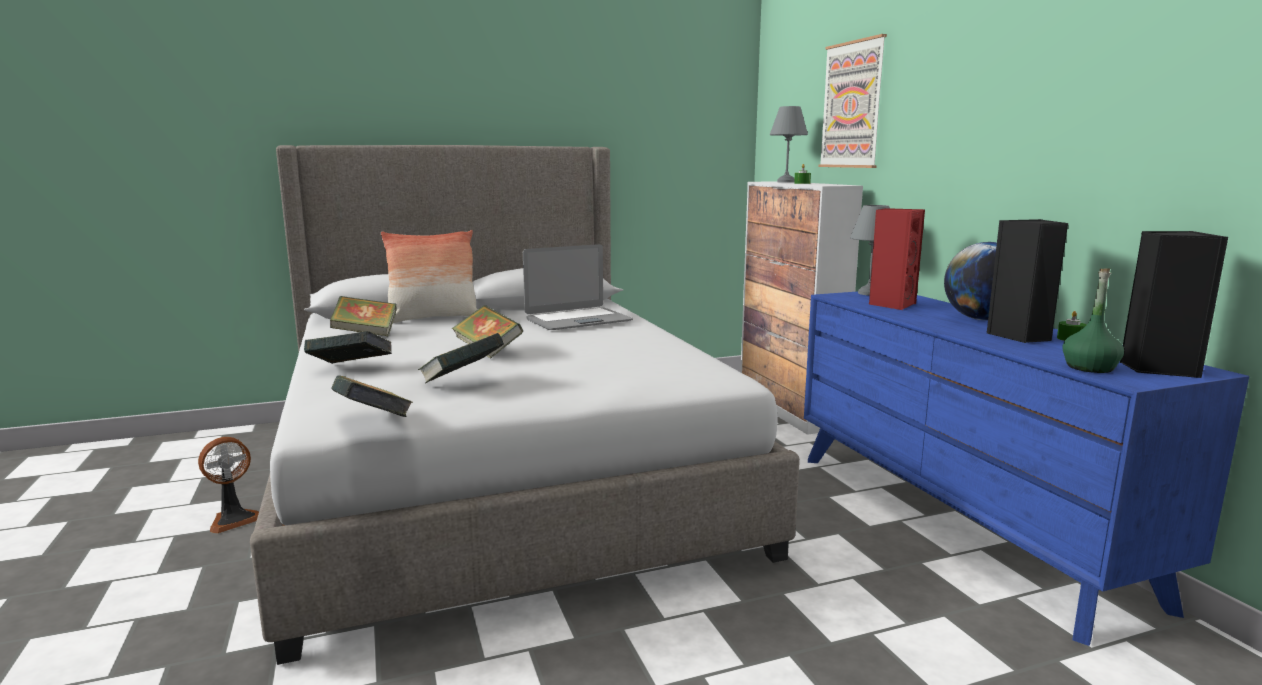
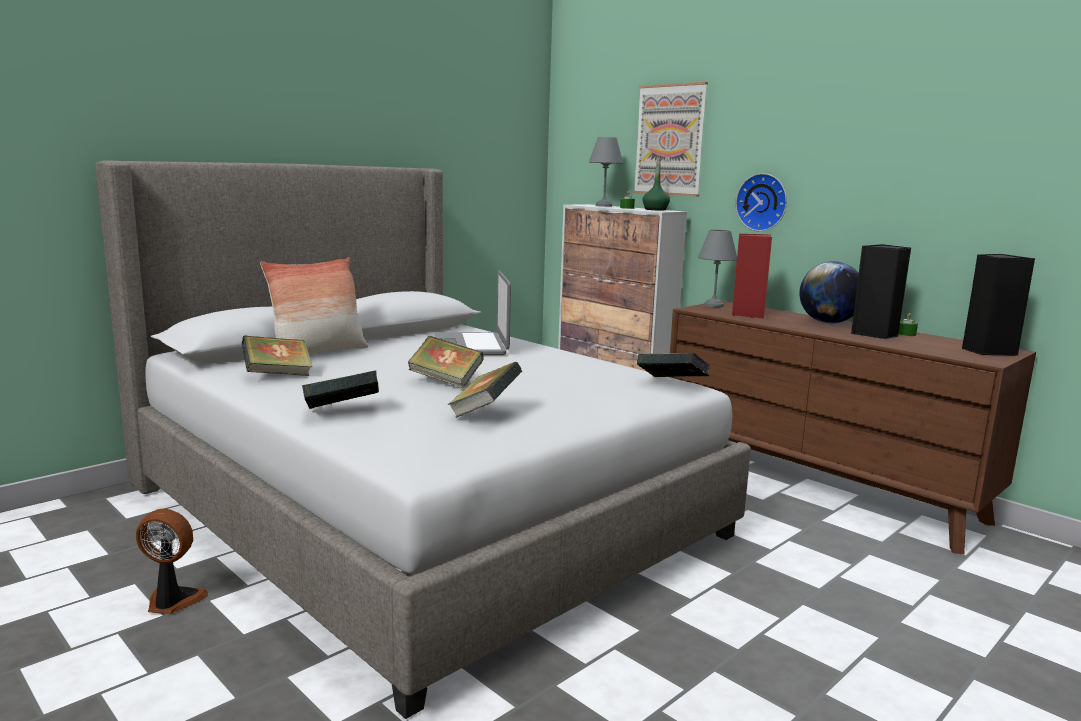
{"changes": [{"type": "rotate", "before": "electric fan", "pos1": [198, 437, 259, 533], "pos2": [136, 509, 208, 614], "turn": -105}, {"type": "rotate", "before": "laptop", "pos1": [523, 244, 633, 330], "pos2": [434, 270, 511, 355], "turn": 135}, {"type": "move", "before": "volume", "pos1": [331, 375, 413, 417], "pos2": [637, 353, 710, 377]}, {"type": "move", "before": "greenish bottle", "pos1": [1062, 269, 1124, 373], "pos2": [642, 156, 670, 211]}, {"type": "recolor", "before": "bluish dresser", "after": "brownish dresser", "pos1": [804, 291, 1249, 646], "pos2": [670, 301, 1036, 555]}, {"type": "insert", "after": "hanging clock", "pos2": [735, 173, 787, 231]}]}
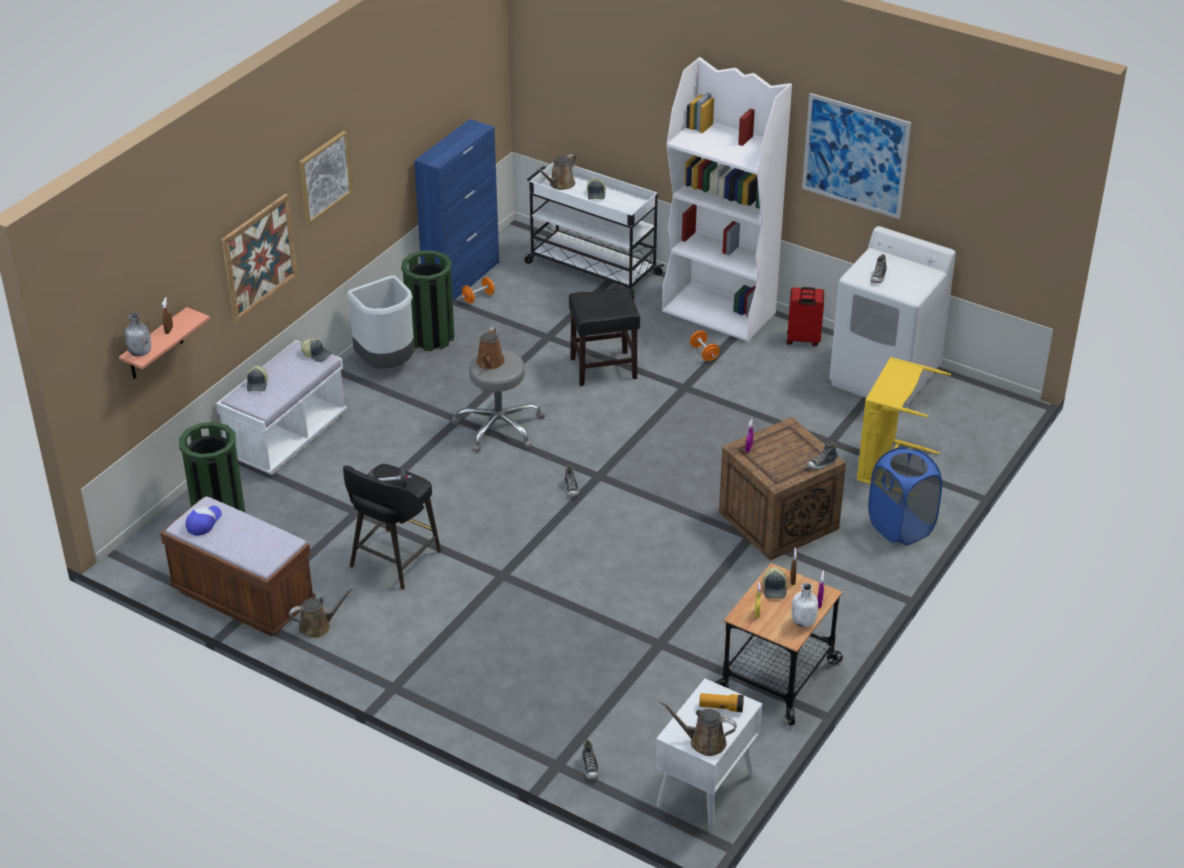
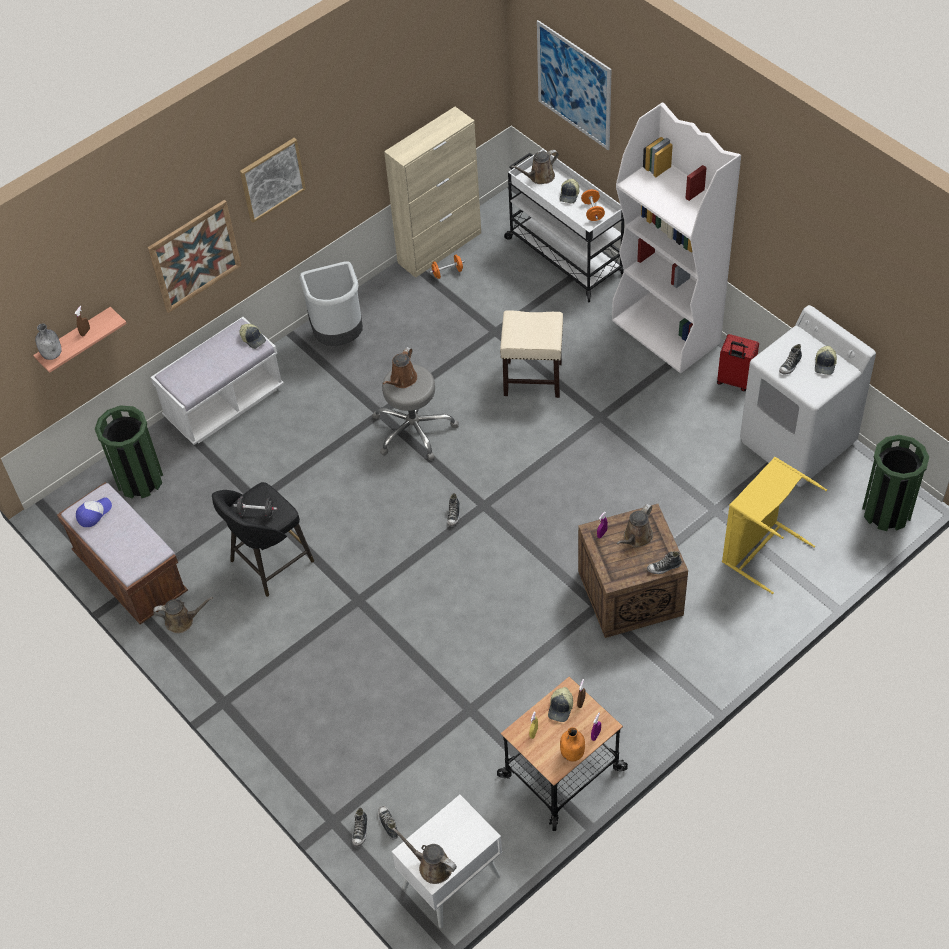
{"changes": [{"type": "insert", "after": "item of footwear", "pos2": [378, 806, 398, 839]}, {"type": "recolor", "before": "bluish cupboard", "after": "sand-coloured cupboard", "pos1": [414, 119, 499, 301], "pos2": [384, 107, 481, 278]}, {"type": "recolor", "before": "blackish stool seat", "after": "sand-coloured stool seat", "pos1": [569, 287, 640, 386], "pos2": [500, 310, 563, 398]}, {"type": "move", "before": "wall art", "pos1": [802, 93, 911, 219], "pos2": [537, 20, 611, 150]}, {"type": "recolor", "before": "whitish bottle", "after": "orange-coloured bottle", "pos1": [791, 583, 818, 627], "pos2": [560, 727, 585, 761]}, {"type": "move", "before": "orange-coloured dumbbell", "pos1": [690, 330, 720, 361], "pos2": [581, 189, 605, 221]}, {"type": "insert", "after": "brownish sprinkling can", "pos2": [616, 504, 653, 547]}, {"type": "move", "before": "baseball cap", "pos1": [247, 366, 268, 392], "pos2": [815, 346, 837, 375]}, {"type": "move", "before": "greenish trash can", "pos1": [401, 251, 454, 351], "pos2": [862, 435, 929, 531]}, {"type": "delete", "before": "torch", "pos1": [699, 693, 744, 712]}, {"type": "delete", "before": "bluish washing basket", "pos1": [868, 447, 942, 545]}]}
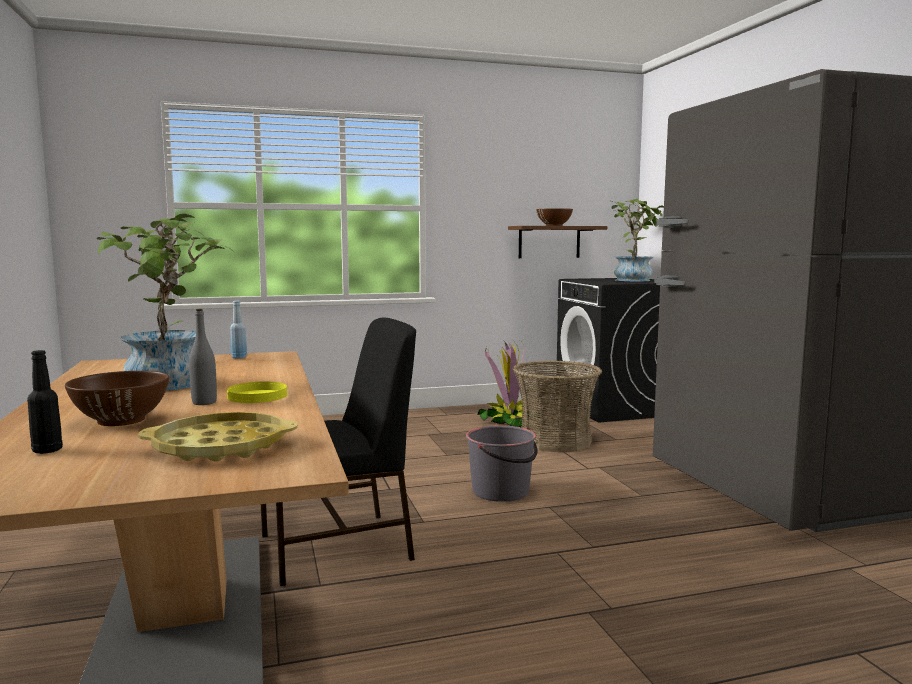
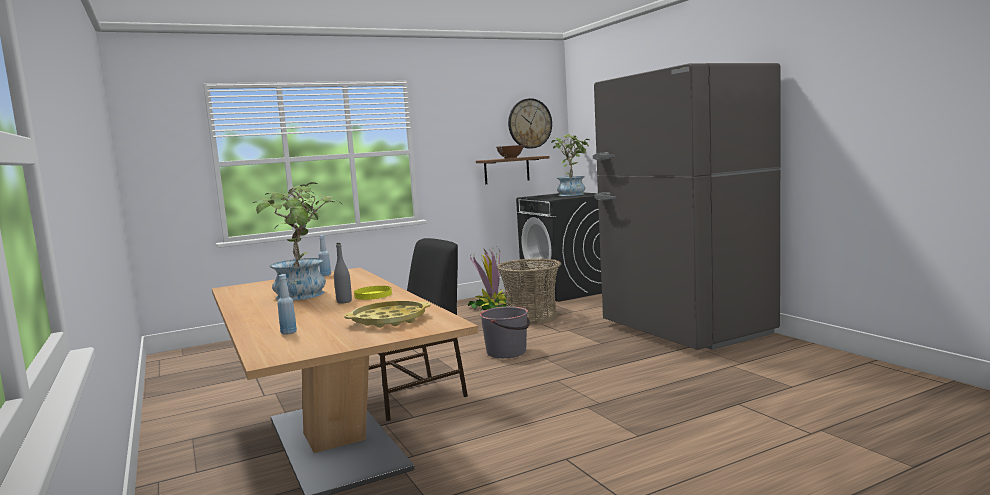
{"changes": [{"type": "recolor", "before": "blackish bottle", "after": "bluish bottle", "pos1": [27, 350, 63, 454], "pos2": [277, 274, 297, 335]}, {"type": "insert", "after": "hanging clock", "pos2": [508, 98, 552, 149]}, {"type": "delete", "before": "brownish deep dish", "pos1": [65, 371, 169, 426]}]}
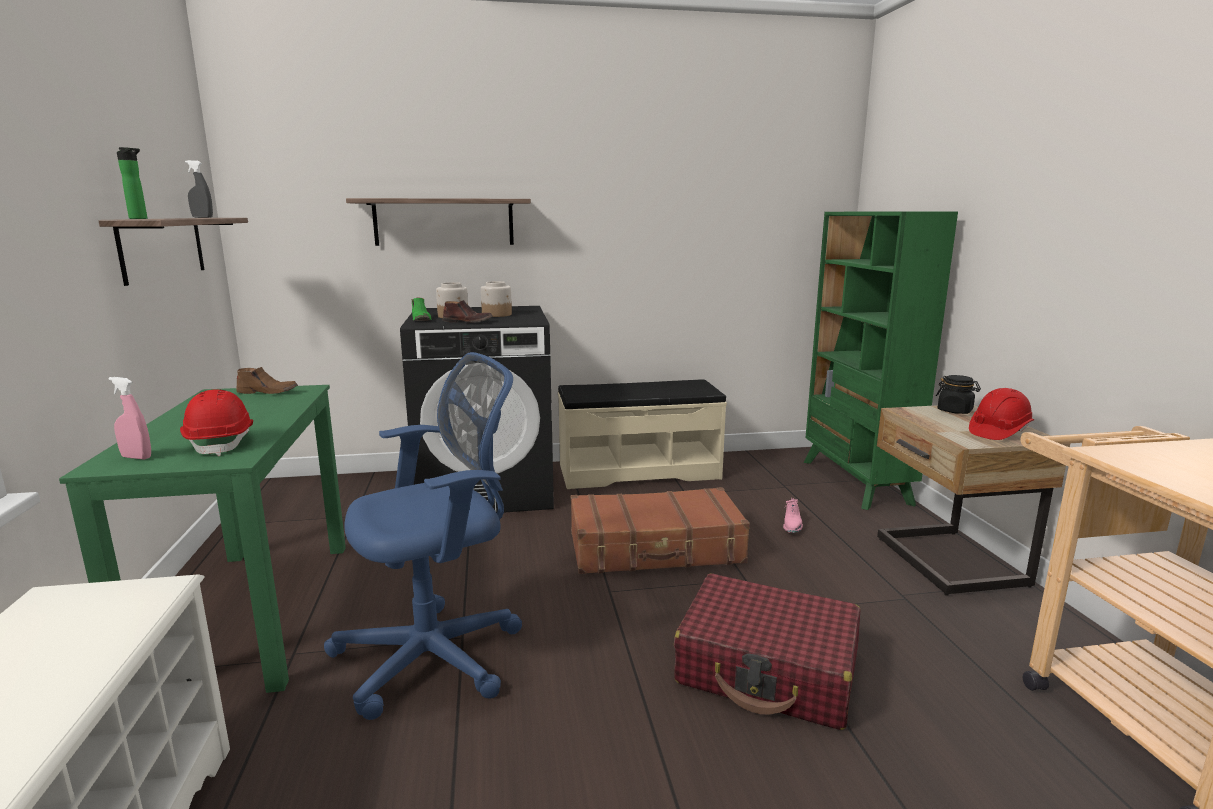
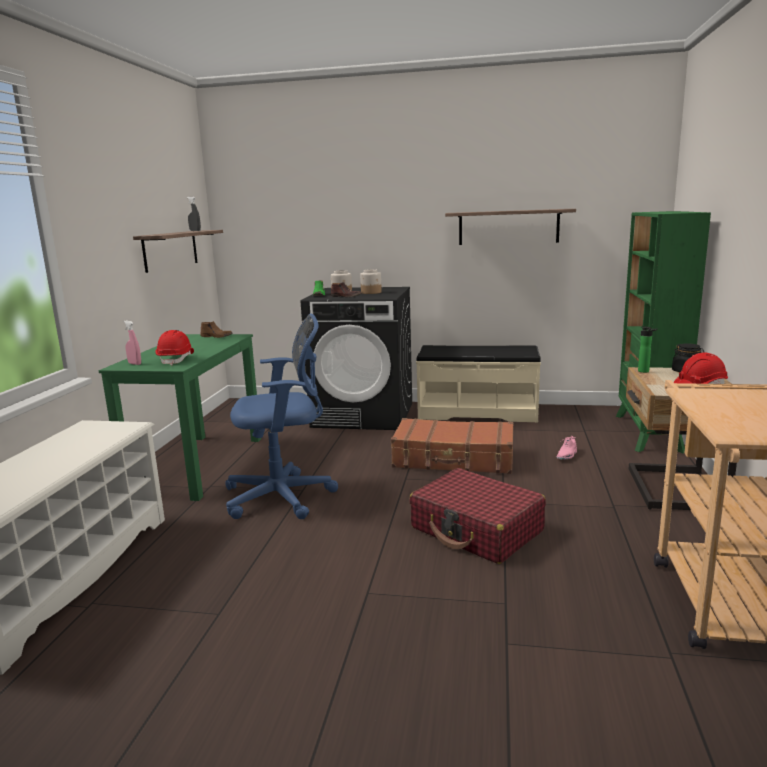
{"changes": [{"type": "move", "before": "bracket shelf", "pos1": [346, 198, 531, 246], "pos2": [445, 209, 576, 245]}, {"type": "move", "before": "bottle", "pos1": [117, 147, 147, 219], "pos2": [638, 327, 658, 373]}]}
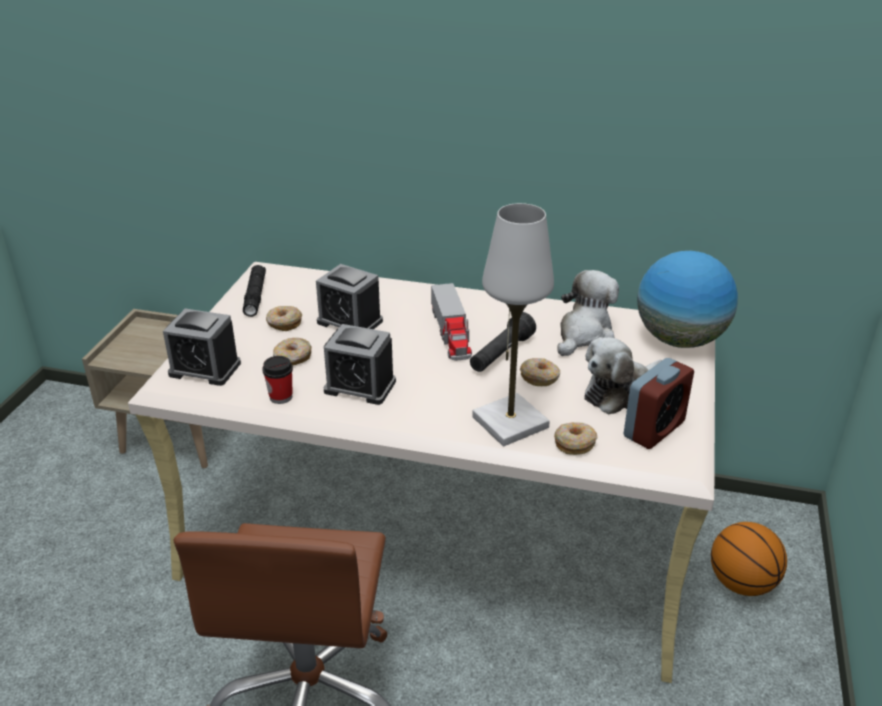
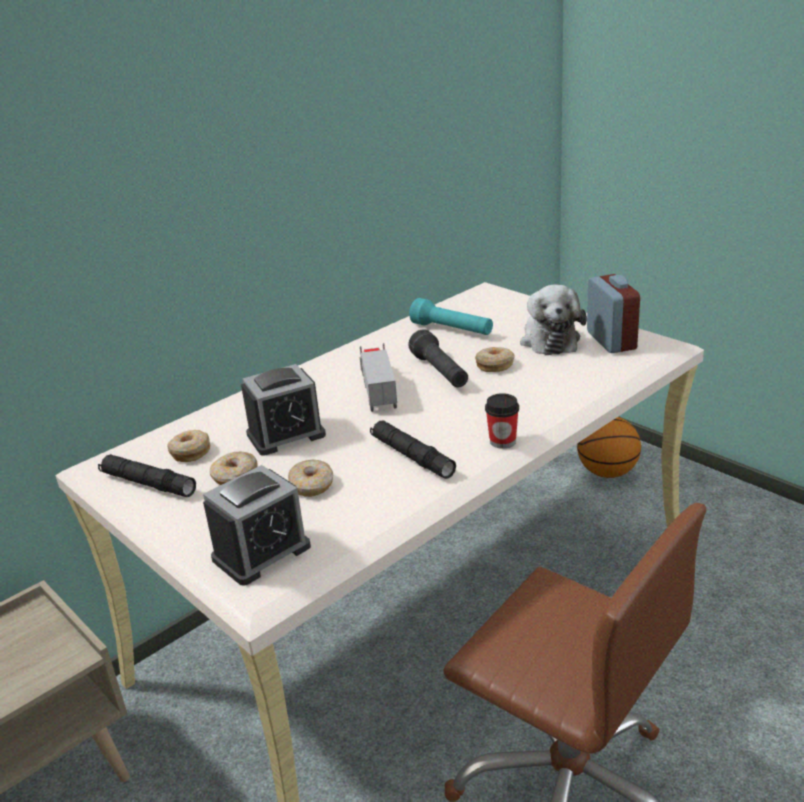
{"changes": [{"type": "move", "before": "donut", "pos1": [554, 422, 597, 455], "pos2": [167, 430, 210, 462]}, {"type": "rotate", "before": "model truck", "pos1": [431, 283, 472, 361], "pos2": [360, 343, 397, 412], "turn": -120}, {"type": "replace", "before": "table clock", "after": "blackish torch", "pos1": [324, 324, 396, 405], "pos2": [370, 420, 456, 479]}, {"type": "replace", "before": "soft toy", "after": "turquoise-coloured torch", "pos1": [557, 270, 619, 356], "pos2": [409, 298, 493, 335]}, {"type": "move", "before": "small cup", "pos1": [262, 356, 293, 404], "pos2": [485, 393, 519, 449]}, {"type": "delete", "before": "whitish table lamp", "pos1": [472, 203, 554, 446]}, {"type": "delete", "before": "world globe", "pos1": [637, 251, 738, 348]}]}
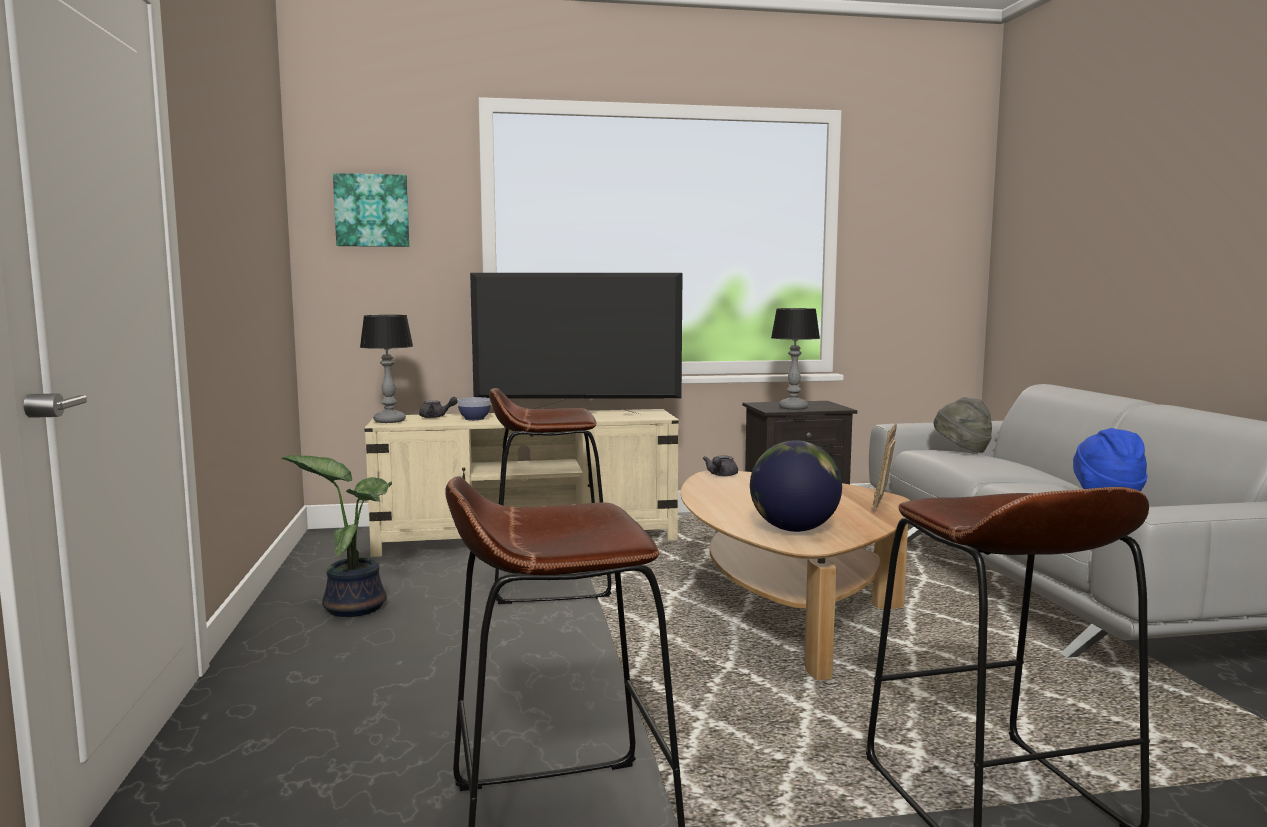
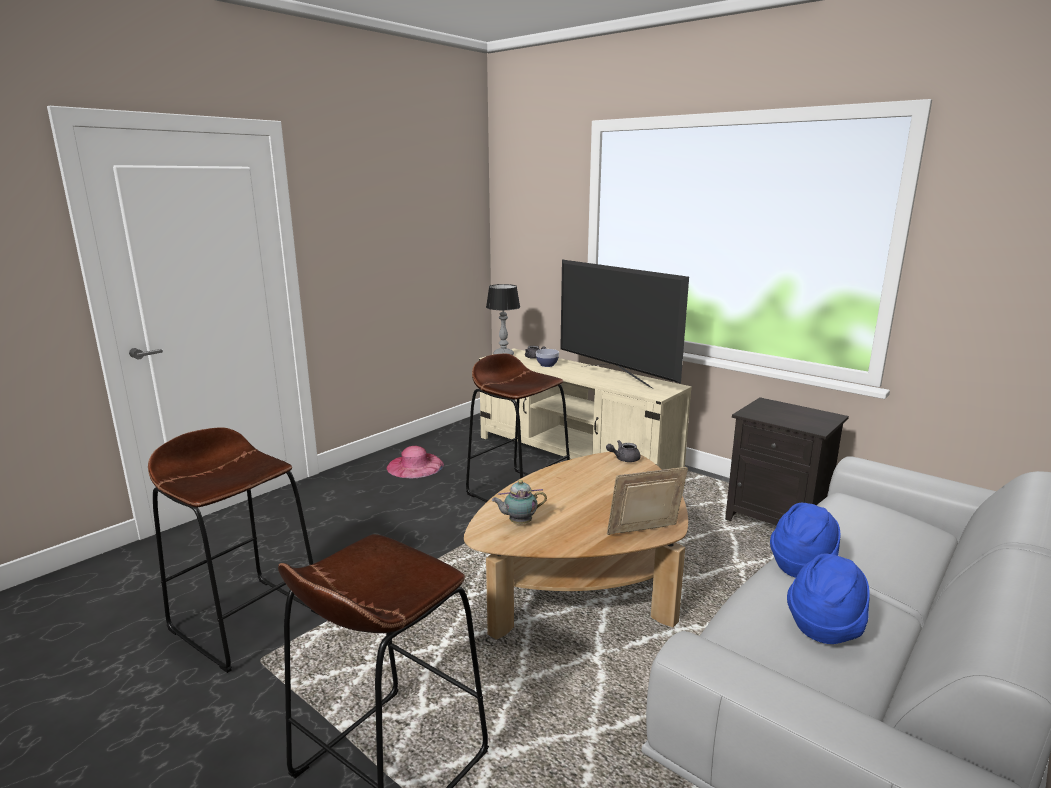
{"changes": [{"type": "replace", "before": "plant in a pot", "after": "pink-coloured wearable hat", "pos1": [282, 455, 392, 617], "pos2": [386, 446, 444, 478]}, {"type": "replace", "before": "world globe", "after": "tea pot", "pos1": [750, 440, 842, 532], "pos2": [492, 480, 547, 524]}, {"type": "insert", "after": "bluish wearable hat", "pos2": [770, 503, 840, 578]}, {"type": "delete", "before": "wall art", "pos1": [333, 173, 410, 247]}, {"type": "delete", "before": "table lamp", "pos1": [771, 308, 820, 410]}, {"type": "delete", "before": "gray wearable hat", "pos1": [933, 397, 992, 453]}]}
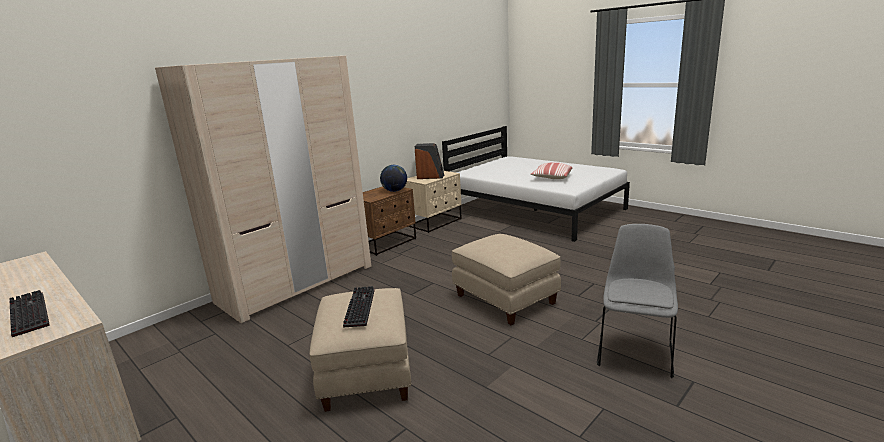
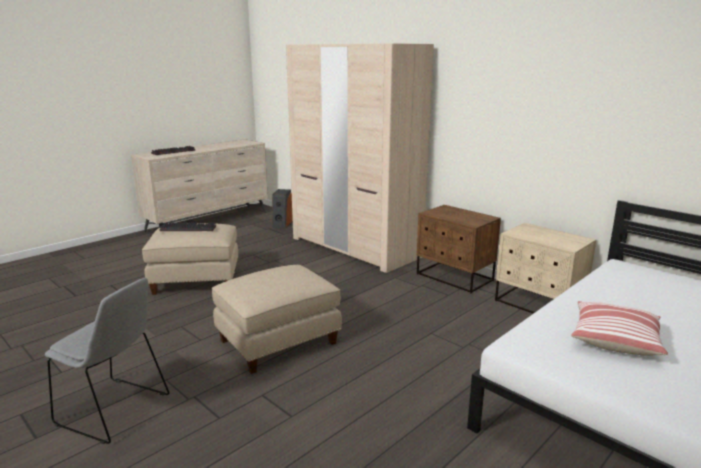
{"changes": [{"type": "move", "before": "loudspeaker", "pos1": [415, 143, 444, 179], "pos2": [272, 189, 293, 228]}, {"type": "delete", "before": "world globe", "pos1": [380, 165, 407, 192]}]}
